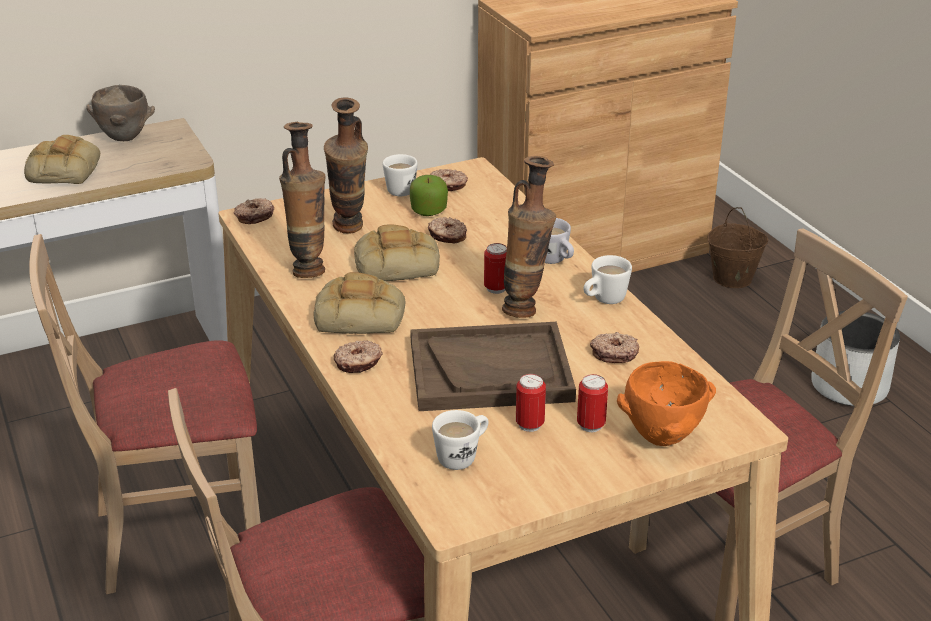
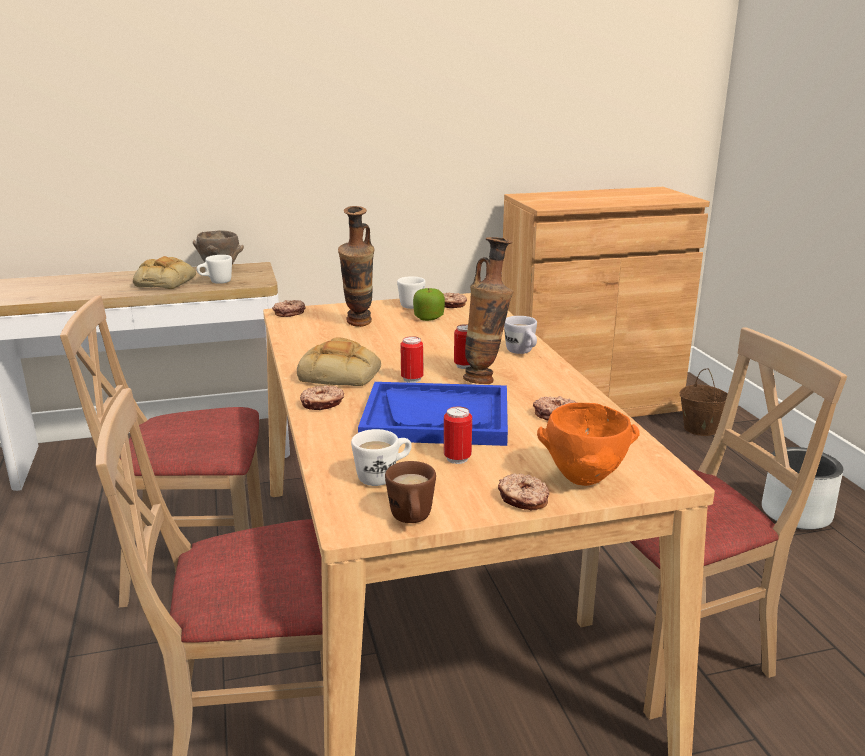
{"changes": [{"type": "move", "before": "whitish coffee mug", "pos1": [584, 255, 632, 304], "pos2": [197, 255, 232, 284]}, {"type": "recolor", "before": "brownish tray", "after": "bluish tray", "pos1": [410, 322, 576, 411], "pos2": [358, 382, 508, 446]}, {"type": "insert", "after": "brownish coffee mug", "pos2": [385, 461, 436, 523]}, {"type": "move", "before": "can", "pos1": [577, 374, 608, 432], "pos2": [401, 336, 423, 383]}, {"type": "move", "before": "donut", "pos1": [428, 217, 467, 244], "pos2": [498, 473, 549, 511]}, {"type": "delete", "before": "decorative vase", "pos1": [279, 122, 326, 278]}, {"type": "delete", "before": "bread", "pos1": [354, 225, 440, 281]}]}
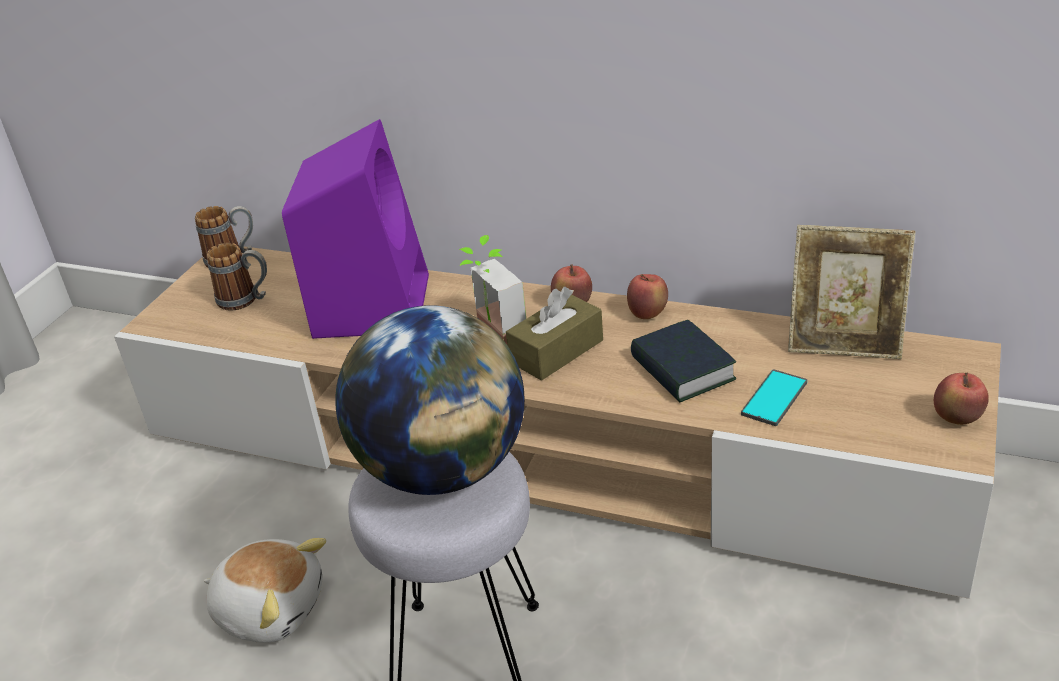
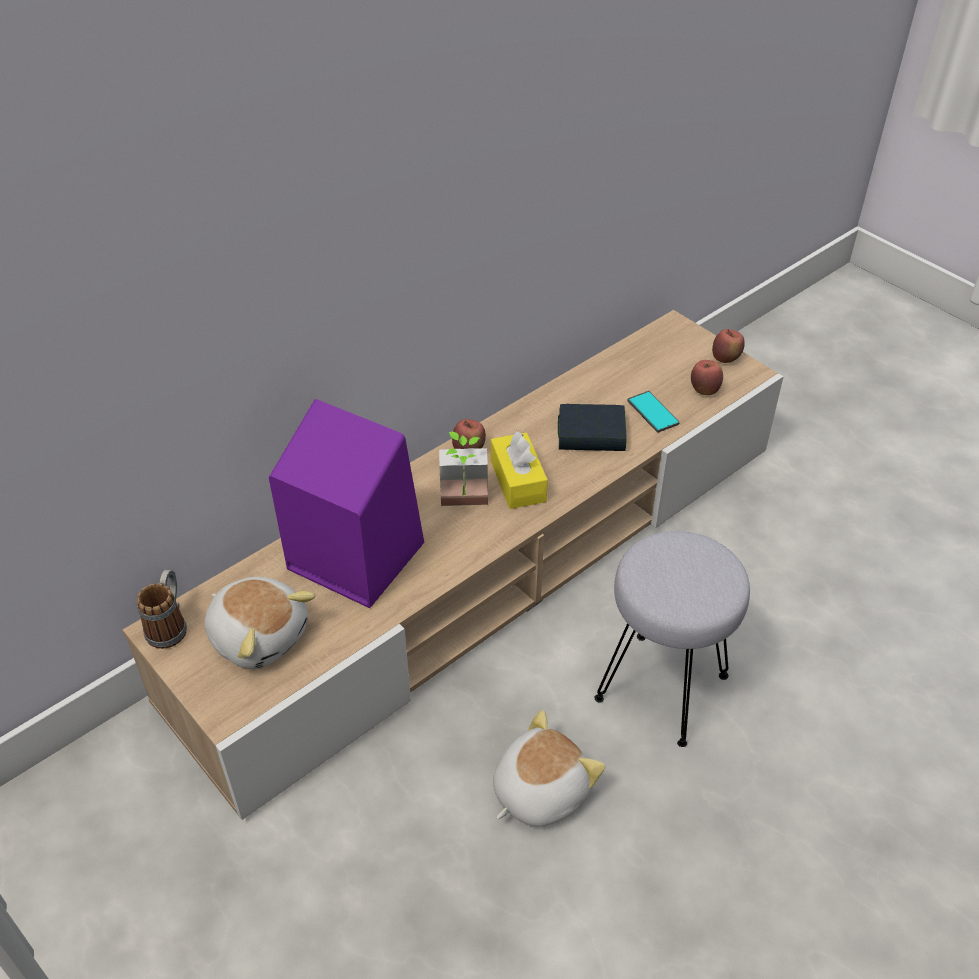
{"changes": [{"type": "replace", "before": "coffee mug", "after": "soft toy", "pos1": [207, 243, 267, 311], "pos2": [204, 577, 316, 669]}, {"type": "recolor", "before": "brownish tissue box", "after": "yellow-coloured tissue box", "pos1": [506, 287, 603, 381], "pos2": [491, 431, 548, 509]}, {"type": "move", "before": "apple fruit", "pos1": [627, 274, 668, 319], "pos2": [691, 360, 723, 395]}, {"type": "delete", "before": "world globe", "pos1": [335, 305, 525, 495]}, {"type": "delete", "before": "standing frame", "pos1": [788, 225, 915, 359]}]}
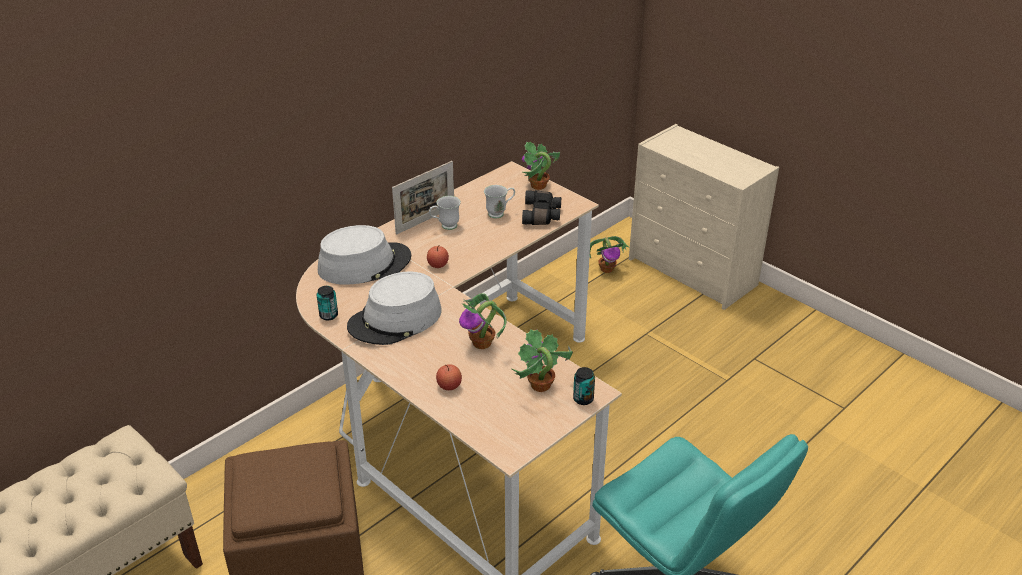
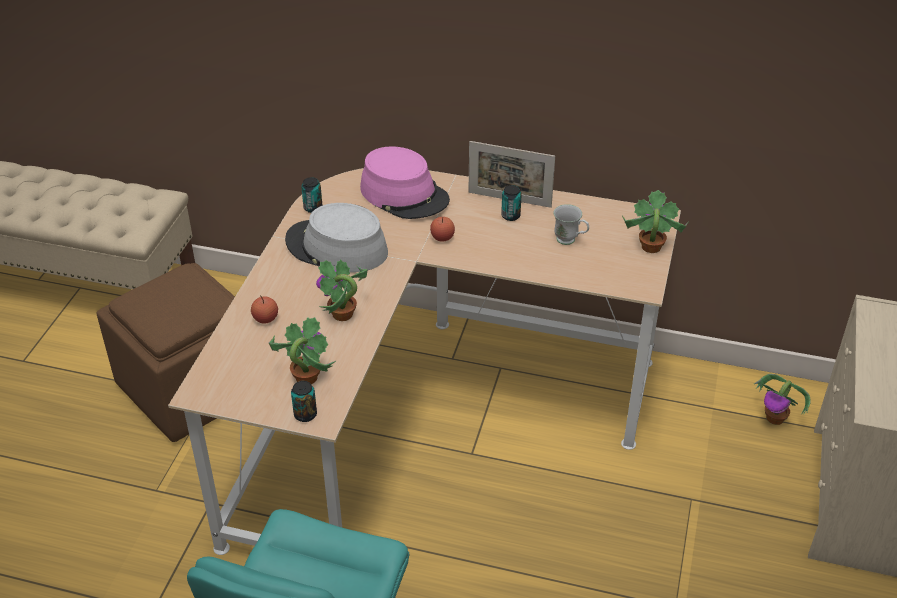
{"changes": [{"type": "recolor", "before": "gray wearable hat", "after": "pink-coloured wearable hat", "pos1": [318, 225, 411, 285], "pos2": [360, 146, 450, 219]}, {"type": "replace", "before": "whitish coffee mug", "after": "can", "pos1": [429, 196, 461, 230], "pos2": [501, 185, 522, 221]}, {"type": "delete", "before": "blackish binoculars", "pos1": [522, 190, 561, 225]}]}
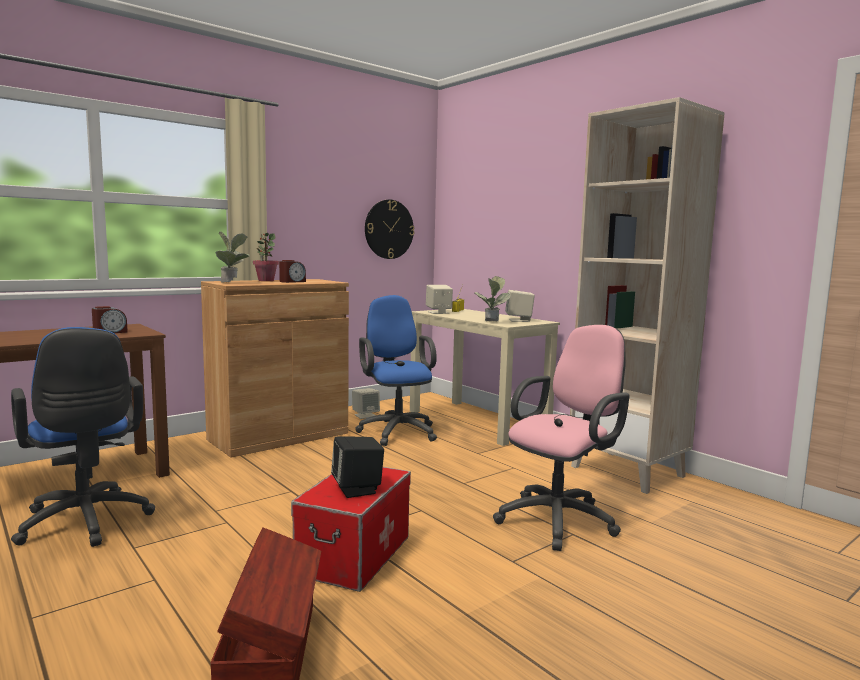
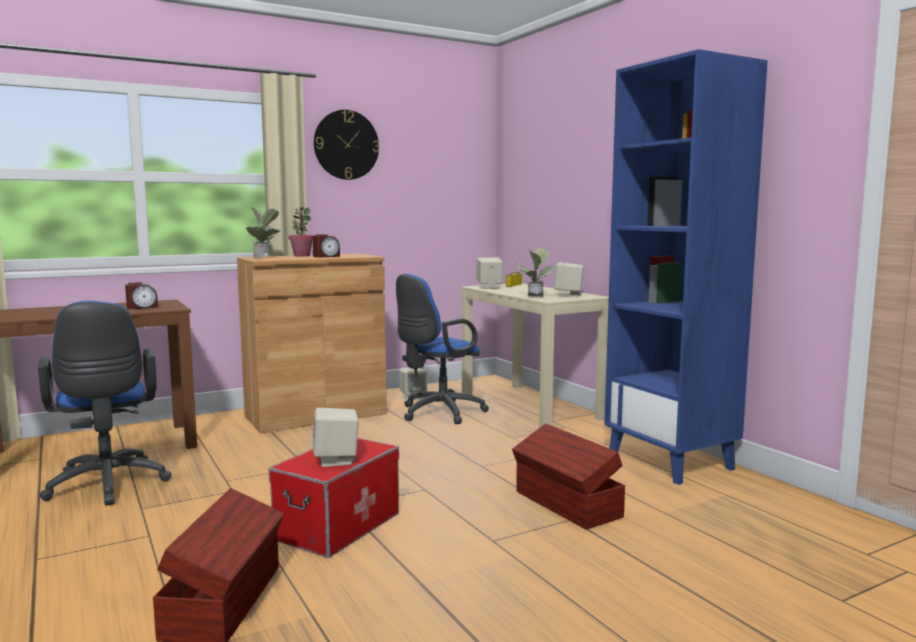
{"changes": [{"type": "recolor", "before": "blackish loudspeaker", "after": "sand-coloured loudspeaker", "pos1": [331, 436, 384, 498], "pos2": [313, 408, 359, 467]}, {"type": "move", "before": "hanging clock", "pos1": [365, 200, 415, 259], "pos2": [314, 110, 379, 180]}, {"type": "rotate", "before": "bluish office chair", "pos1": [355, 295, 437, 446], "pos2": [396, 274, 489, 424], "turn": -120}, {"type": "replace", "before": "pink-coloured office chair", "after": "brownish storage box", "pos1": [493, 325, 630, 551], "pos2": [512, 424, 625, 529]}, {"type": "recolor", "before": "sand-coloured bookcase", "after": "bluish bookcase", "pos1": [570, 97, 725, 494], "pos2": [604, 49, 768, 485]}]}
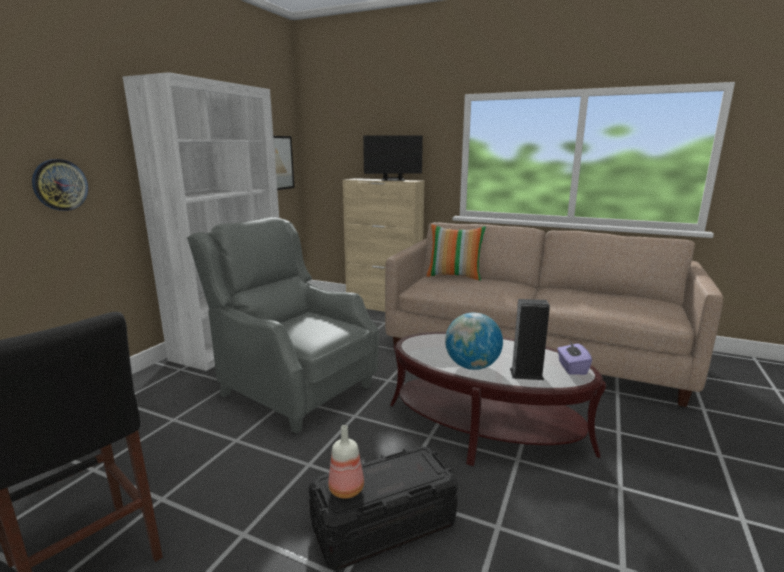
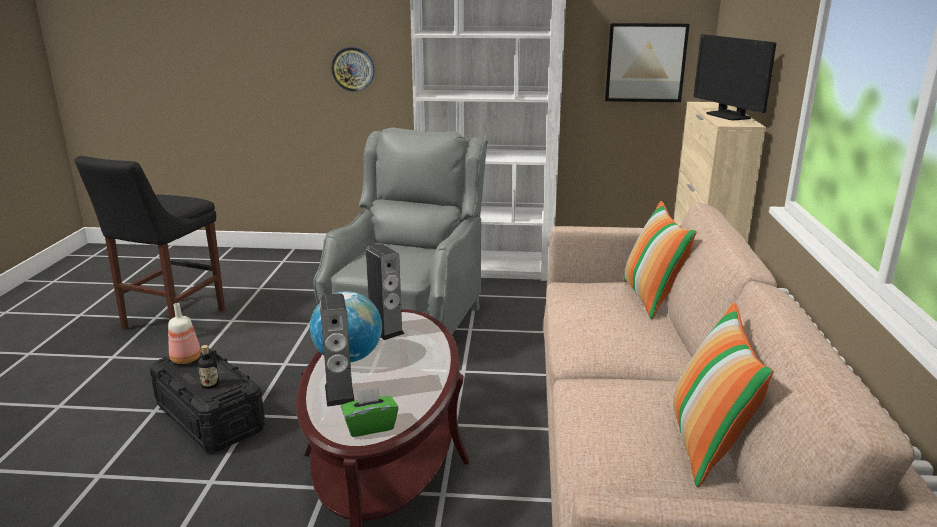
{"changes": [{"type": "insert", "after": "bottle", "pos2": [198, 345, 219, 389]}, {"type": "recolor", "before": "purple-coloured tissue box", "after": "greenish tissue box", "pos1": [557, 339, 592, 375], "pos2": [341, 387, 399, 437]}, {"type": "insert", "after": "loudspeaker", "pos2": [366, 244, 404, 340]}, {"type": "insert", "after": "throw pillow", "pos2": [673, 302, 774, 488]}]}
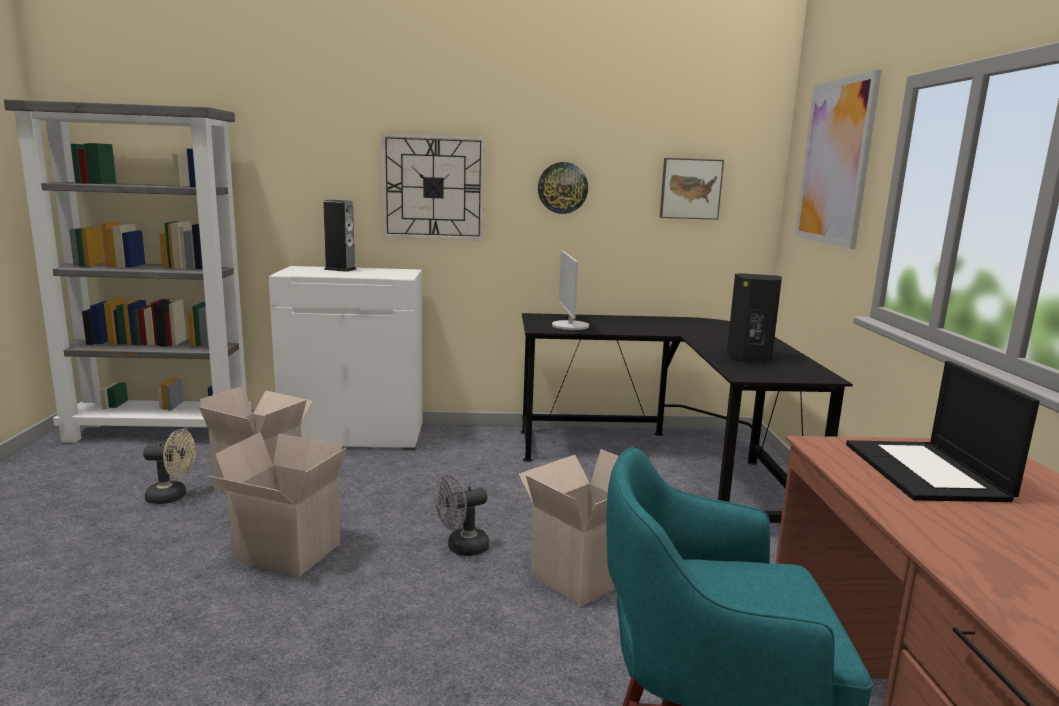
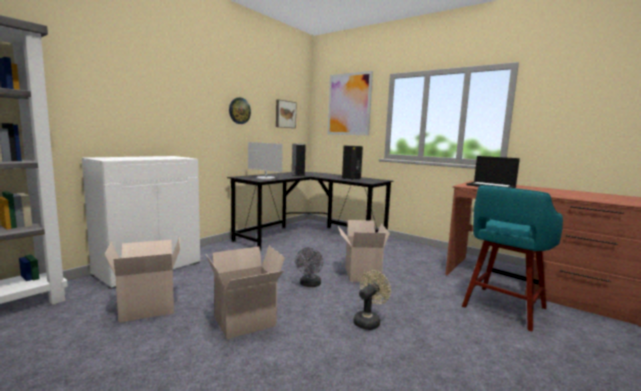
{"changes": [{"type": "move", "before": "loudspeaker", "pos1": [323, 200, 357, 272], "pos2": [291, 143, 306, 176]}, {"type": "move", "before": "sand-coloured electric fan", "pos1": [143, 429, 196, 504], "pos2": [353, 271, 391, 330]}, {"type": "delete", "before": "hanging clock", "pos1": [381, 133, 485, 241]}]}
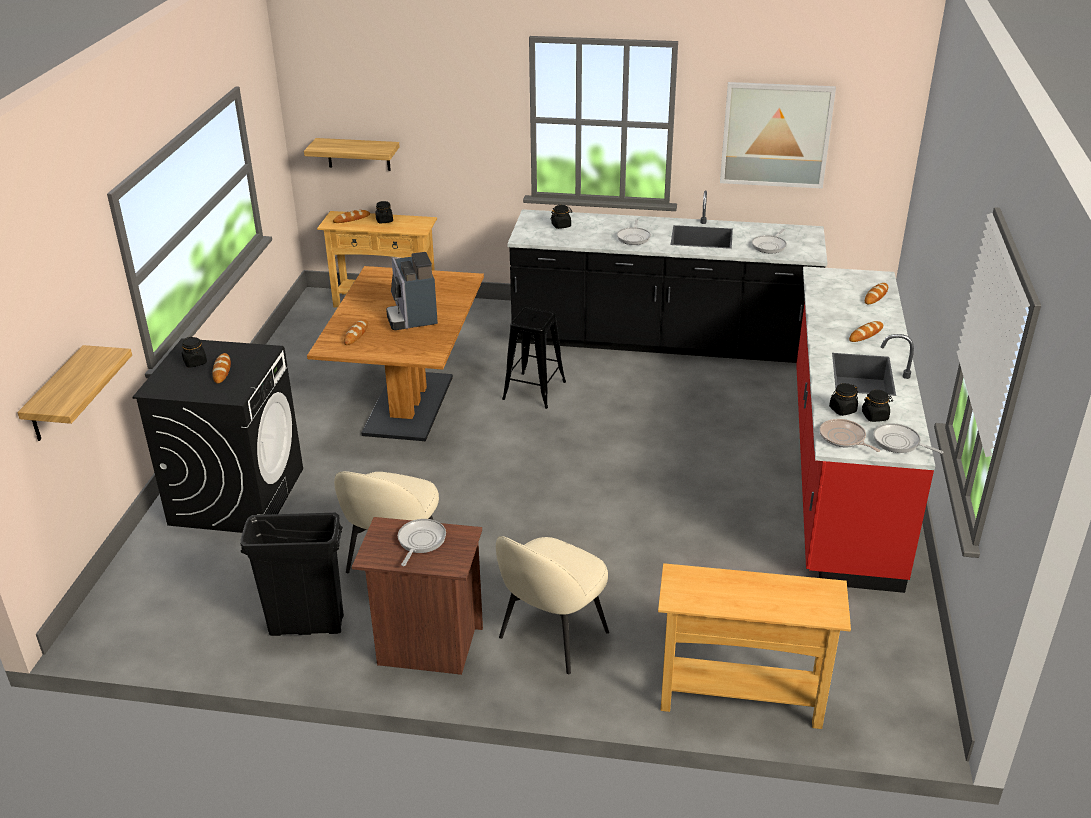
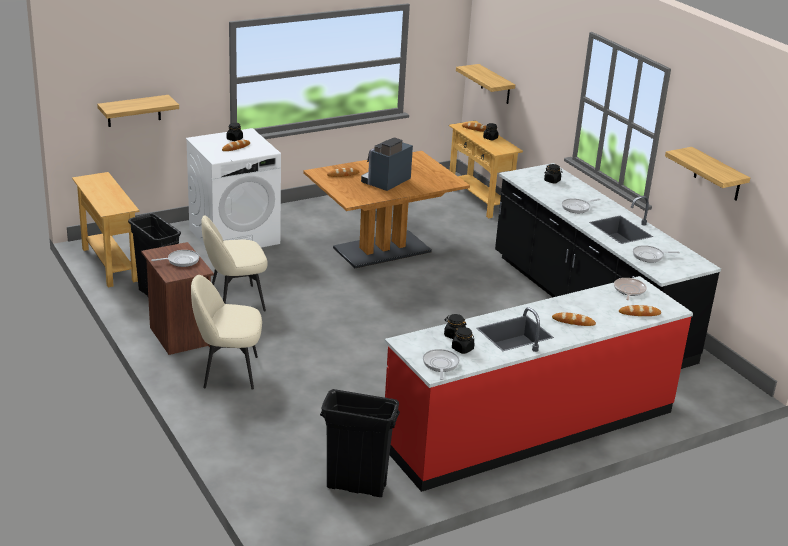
{"changes": [{"type": "move", "before": "sand-coloured narrow table", "pos1": [658, 563, 851, 729], "pos2": [72, 172, 139, 287]}, {"type": "recolor", "before": "blackish washing machine", "after": "whitish washing machine", "pos1": [133, 338, 303, 533], "pos2": [186, 128, 281, 248]}, {"type": "insert", "after": "blackish trash can", "pos2": [320, 389, 400, 497]}, {"type": "move", "before": "pan", "pos1": [819, 419, 880, 452], "pos2": [614, 278, 647, 300]}, {"type": "replace", "before": "wall art", "after": "bracket shelf", "pos1": [720, 82, 836, 189], "pos2": [665, 147, 750, 201]}, {"type": "delete", "before": "blackish stool seat", "pos1": [502, 307, 566, 409]}]}
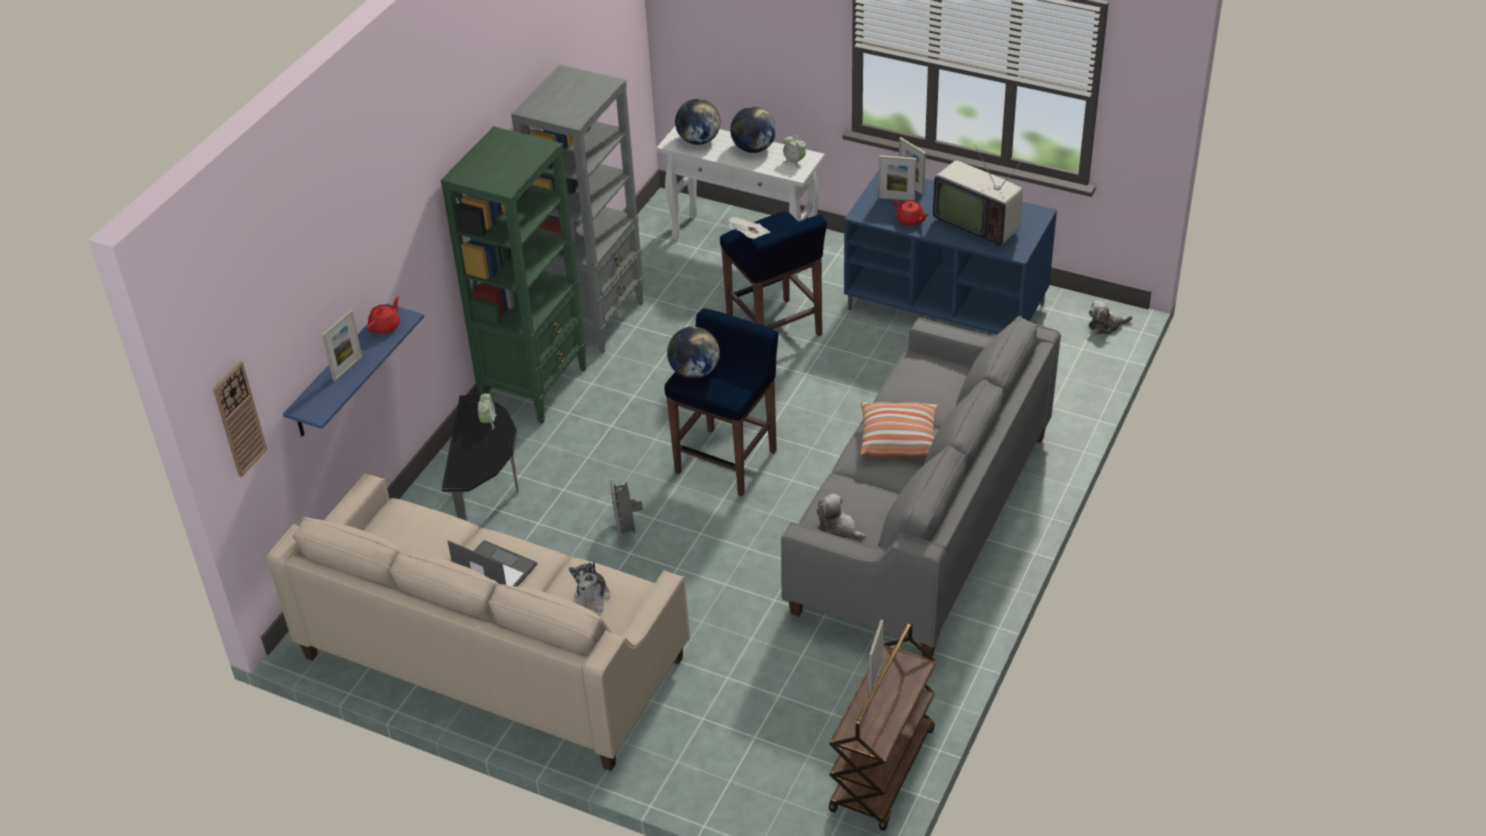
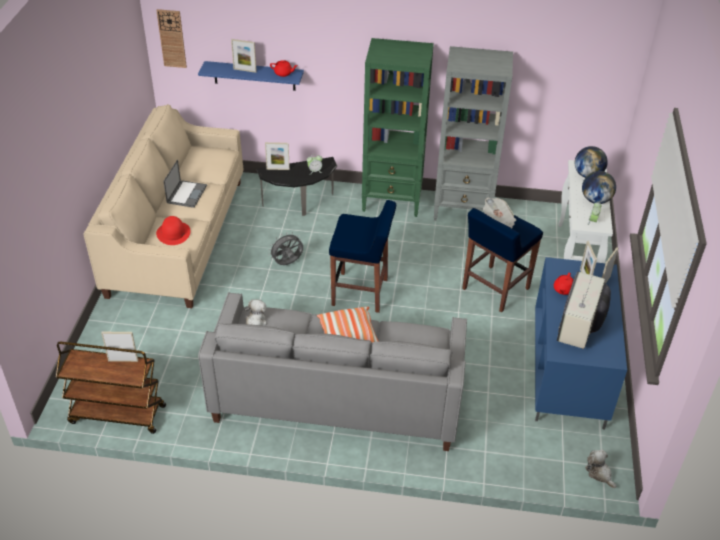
{"changes": [{"type": "replace", "before": "soft toy", "after": "red wearable hat", "pos1": [569, 560, 610, 612], "pos2": [156, 216, 191, 245]}, {"type": "insert", "after": "standing frame", "pos2": [265, 142, 290, 170]}, {"type": "delete", "before": "world globe", "pos1": [667, 327, 720, 379]}]}
